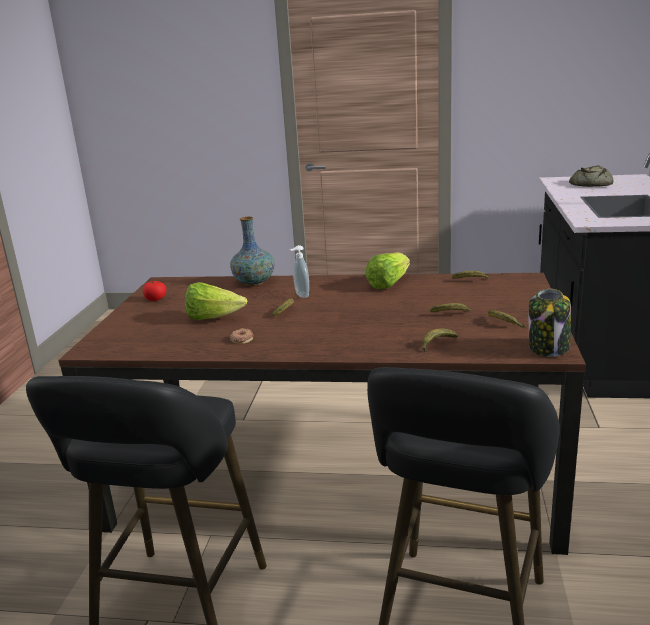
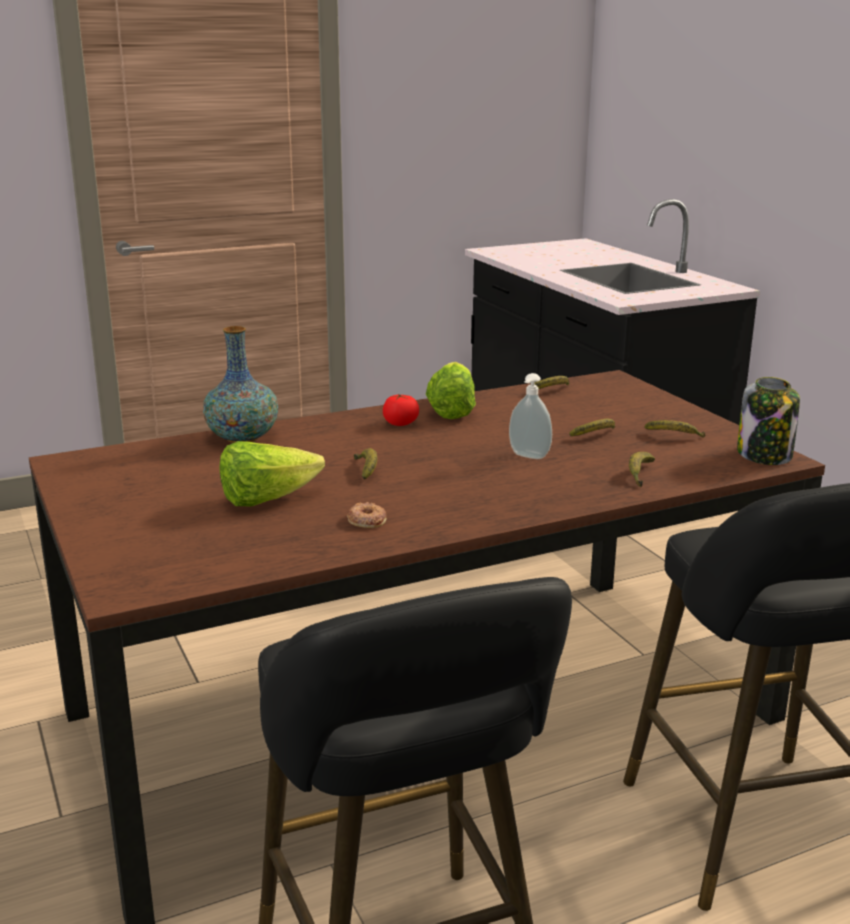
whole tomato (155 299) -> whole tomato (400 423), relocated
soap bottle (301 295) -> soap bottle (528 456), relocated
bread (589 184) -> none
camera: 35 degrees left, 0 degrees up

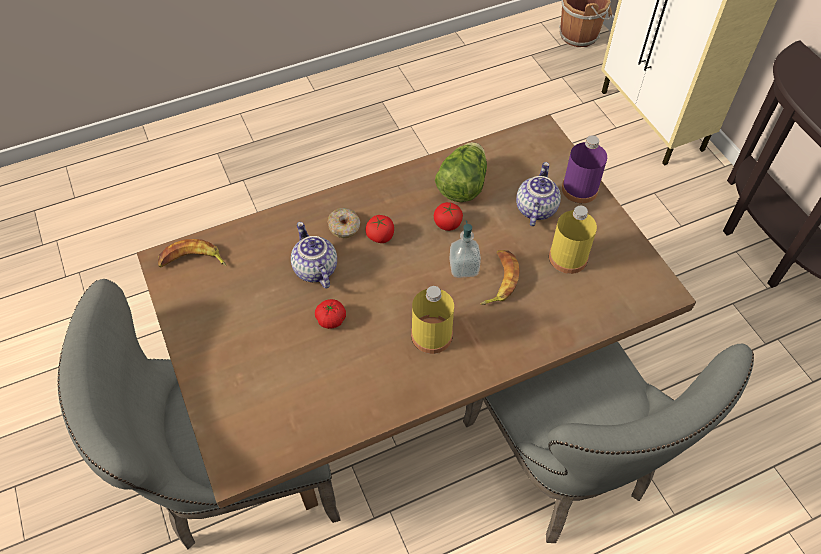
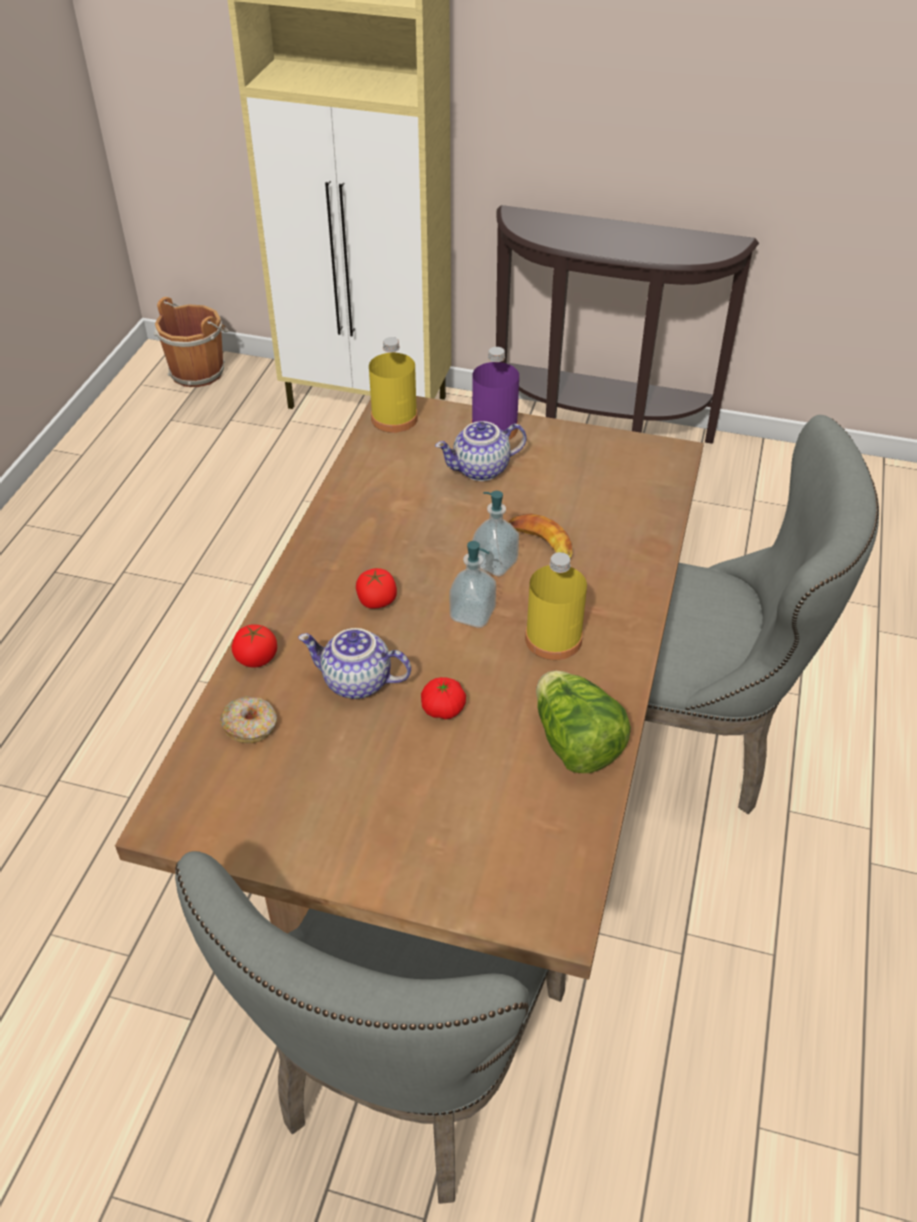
doughnut (344 227) -> doughnut (251 726), relocated
whole tomato (447 224) -> whole tomato (256 658), relocated
drink bottle in yellow (568 257) -> drink bottle in yellow (394 418), relocated
tea pot (535 208) -> tea pot (481 470), 75 degrees counterclockwise
none -> soap bottle (472 614)
lettuce (462 185) -> lettuce (575 743), relocated
whole banana (192 261) -> none
camera: 50 degrees left, 10 degrees down

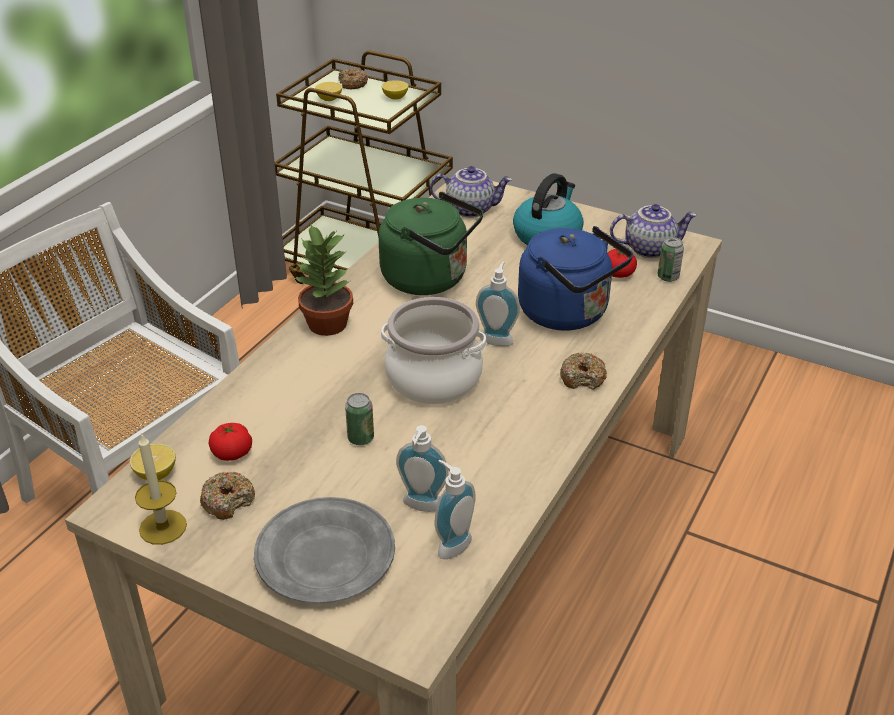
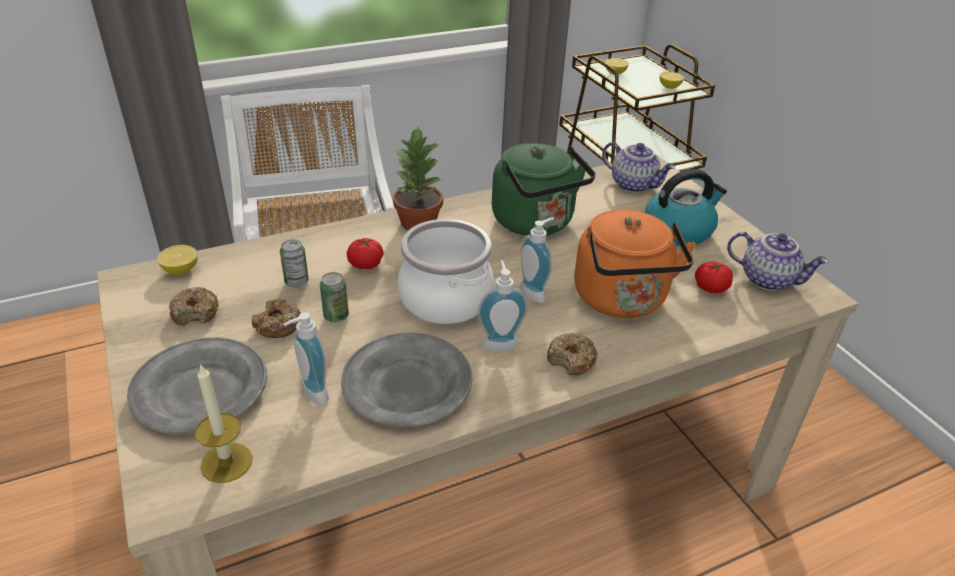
candle (163 527) -> candle (226 462), relocated
doughnut (353 84) -> doughnut (278 325), relocated
sealed can (668 277) -> sealed can (296 282), relocated
none -> dinner plate in gray (408 385)
whole tomato (232 453) -> whole tomato (365 264), relocated
soap bottle (451 544) -> soap bottle (499 342), relocated
tea kettle in blue (568 314) -> tea kettle in orangey (622 301)
camera: 35 degrees right, 0 degrees up

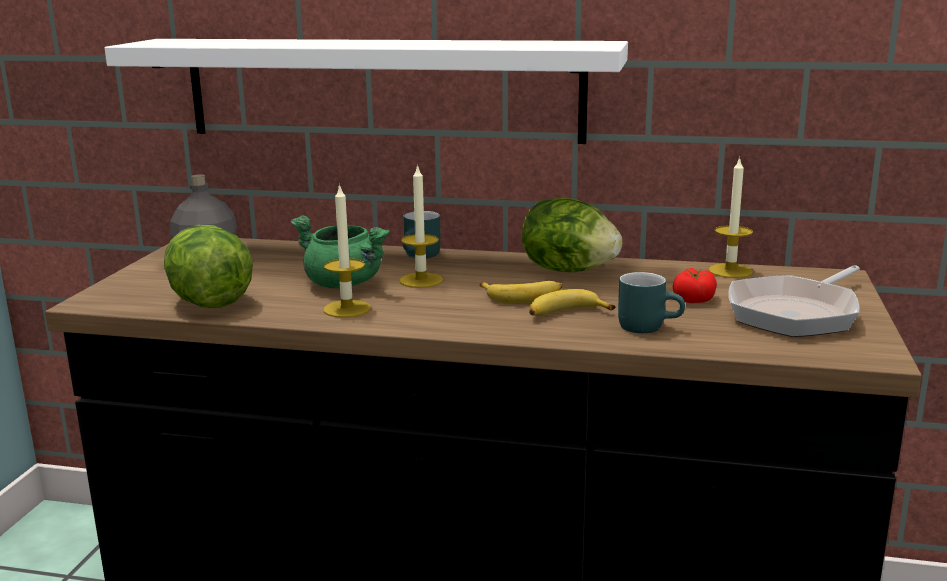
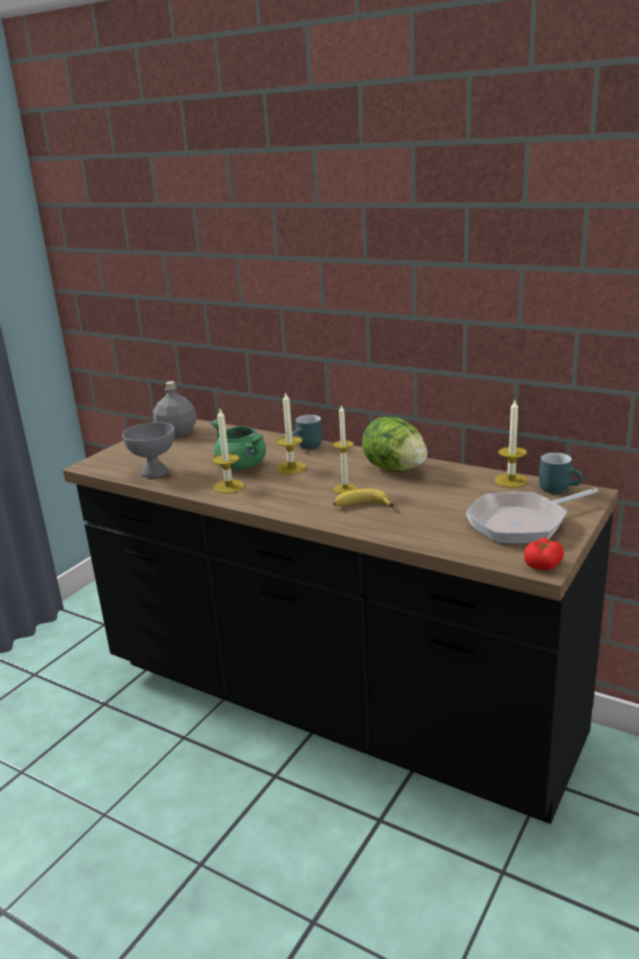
lettuce (209 302) -> deep dish in gray (153 473)
whole banana (523 297) -> candle (345 489)
whole tomato (693 299) -> whole tomato (542 564), relocated
mug in blue-green (648 326) -> mug in blue-green (559 488), relocated
shelf in white-coloured (381 89) -> none
camera: 20 degrees right, 5 degrees up

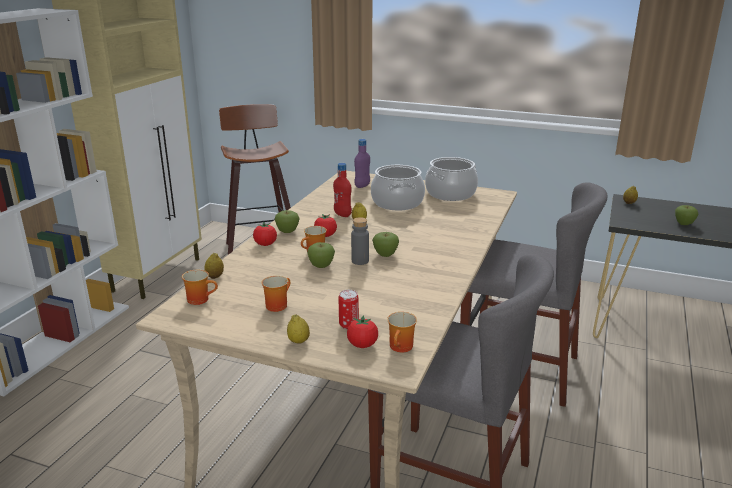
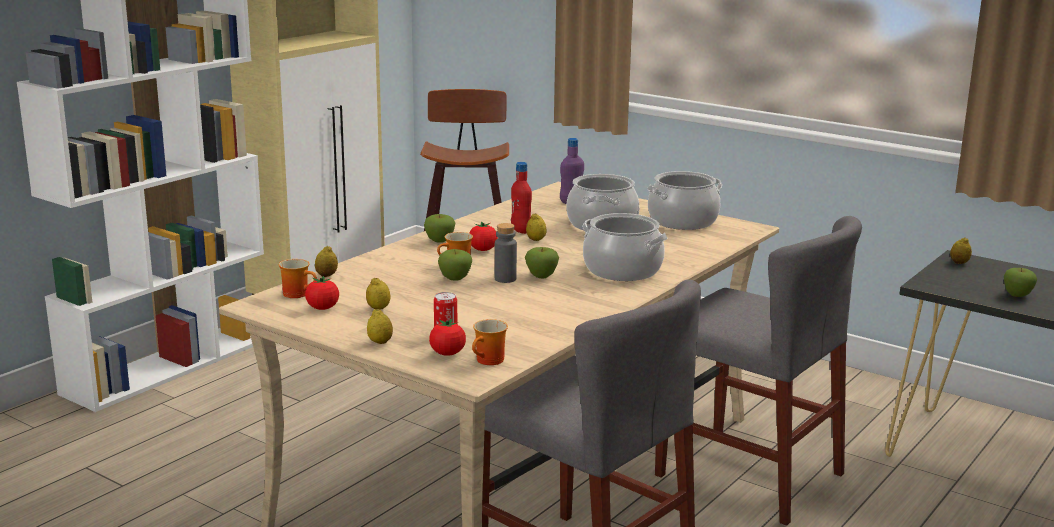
whole tomato (265 244) -> whole tomato (322 308), relocated
mug (276 305) -> lemon (378 308)
none -> stockpot (622 270)
camera: 15 degrees right, 5 degrees down

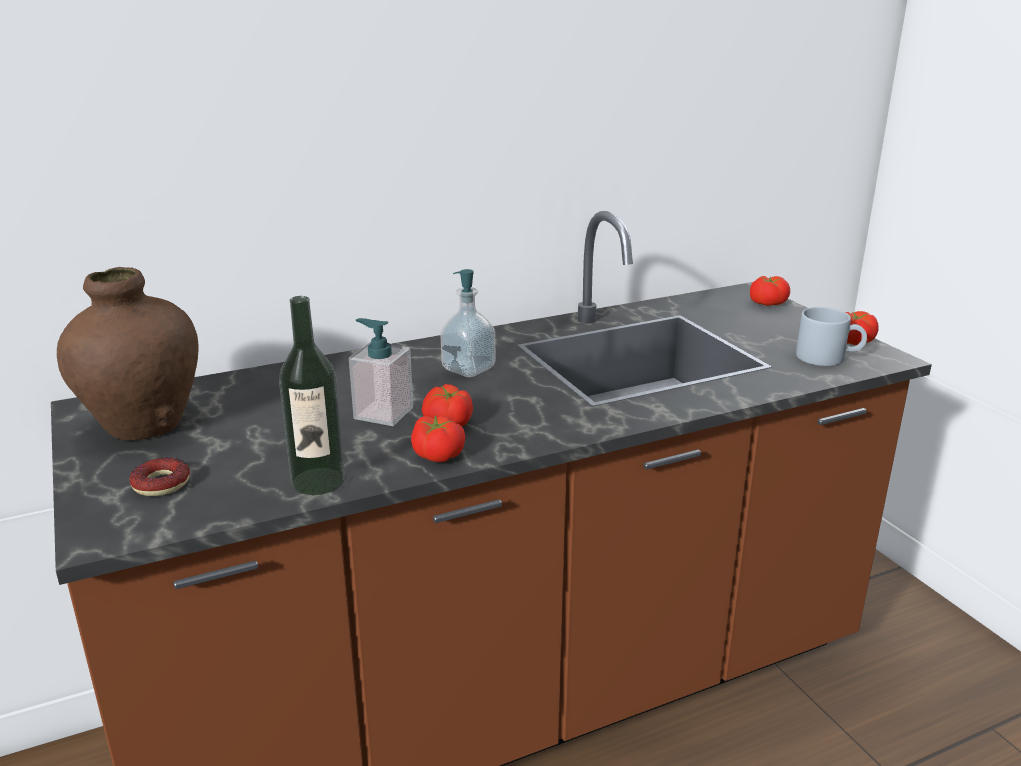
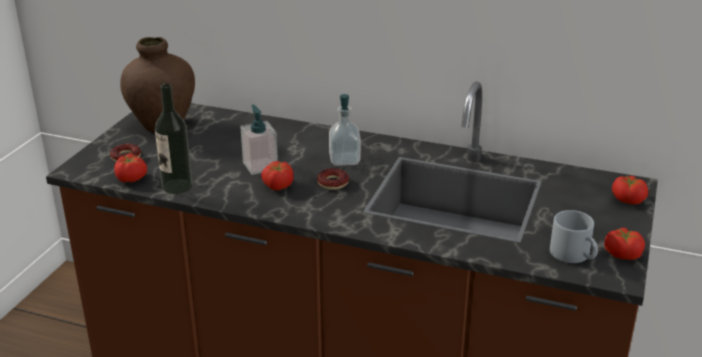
whole tomato (438 454) -> whole tomato (132 178), relocated
none -> doughnut (332 183)
camera: 45 degrees right, 5 degrees up

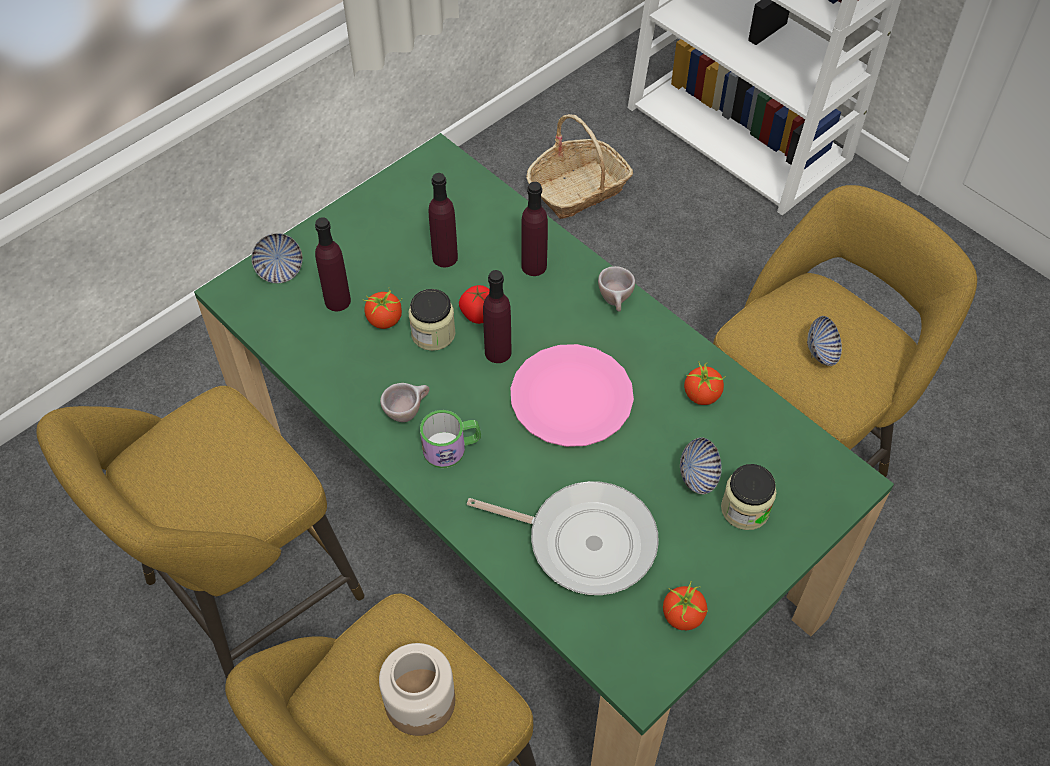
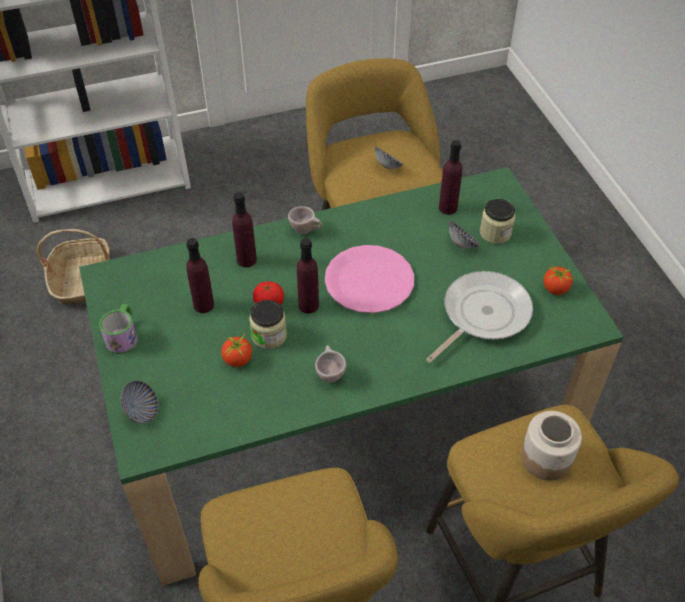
mug (452 448) -> mug (124 336), relocated
drink bottle in purplish (337 301) -> drink bottle in purplish (448 208), relocated
whole tomato (702 395) -> none
camera: 65 degrees left, 5 degrees down

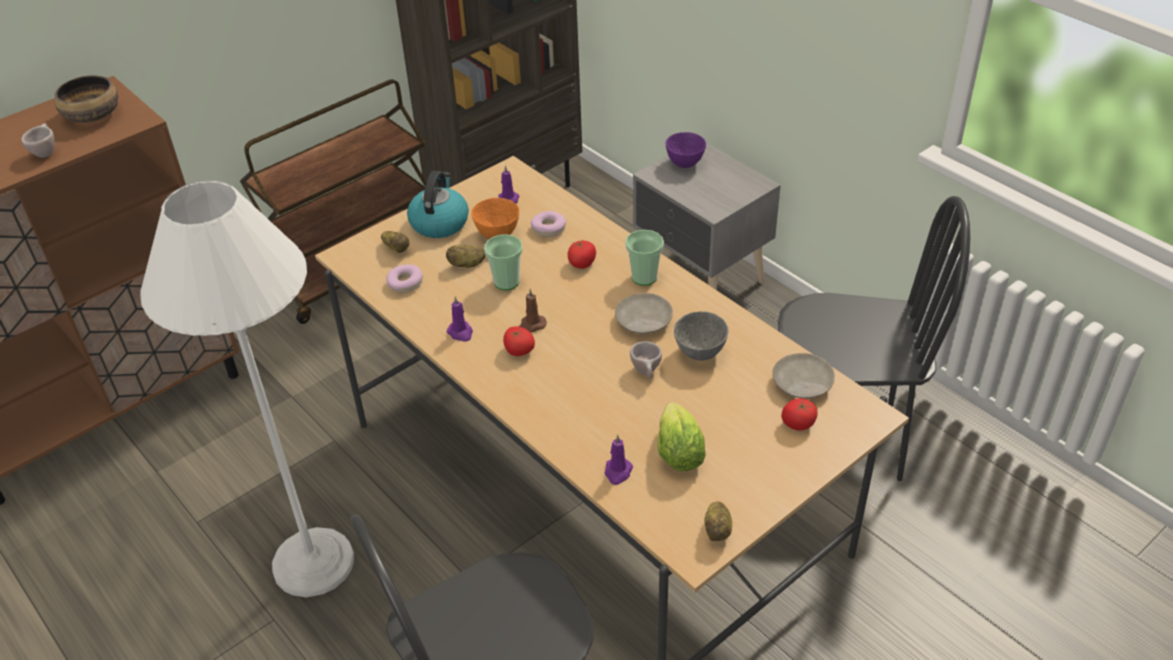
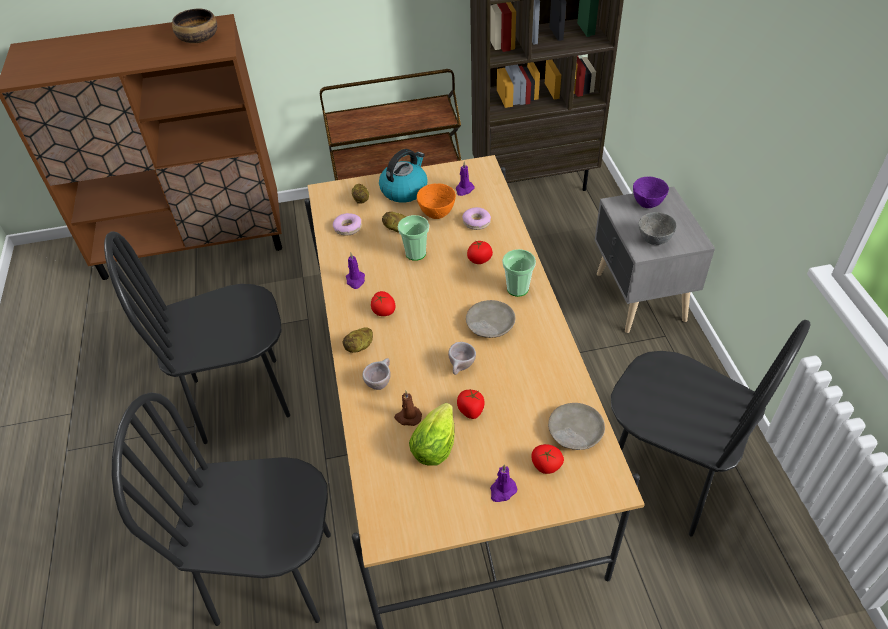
standing lamp in white-coloured (313 563) -> upright chair in black-coloured (241 398)
potato (718 530) -> potato (360 346), relocated
cup in sand-coloured (46 152) -> cup in sand-coloured (380 382), relocated
candle in brown-coloured (531 325) -> candle in brown-coloured (408 417), relocated
none -> whole tomato (471 410)
candle in purplish (618 472) -> candle in purplish (502 491), relocated
deep dish in gray (701 353) -> deep dish in gray (654 241), relocated
camera: 30 degrees right, 5 degrees up

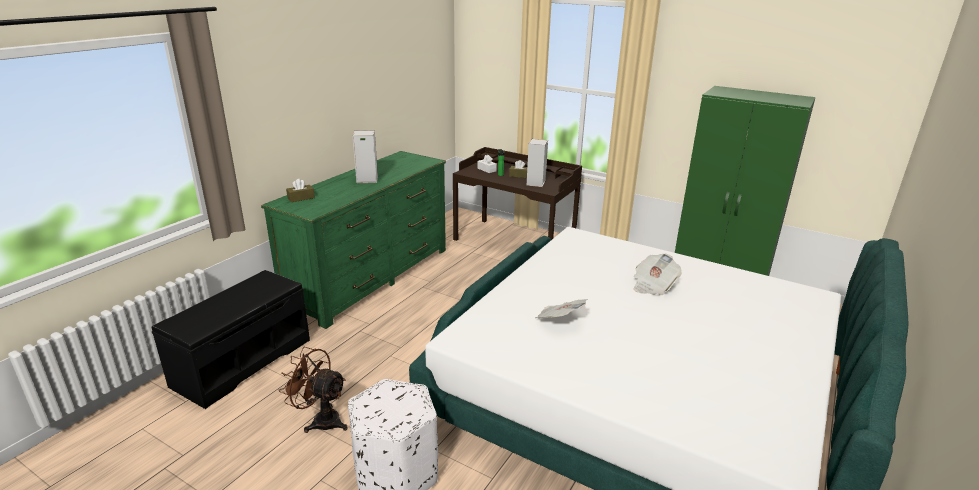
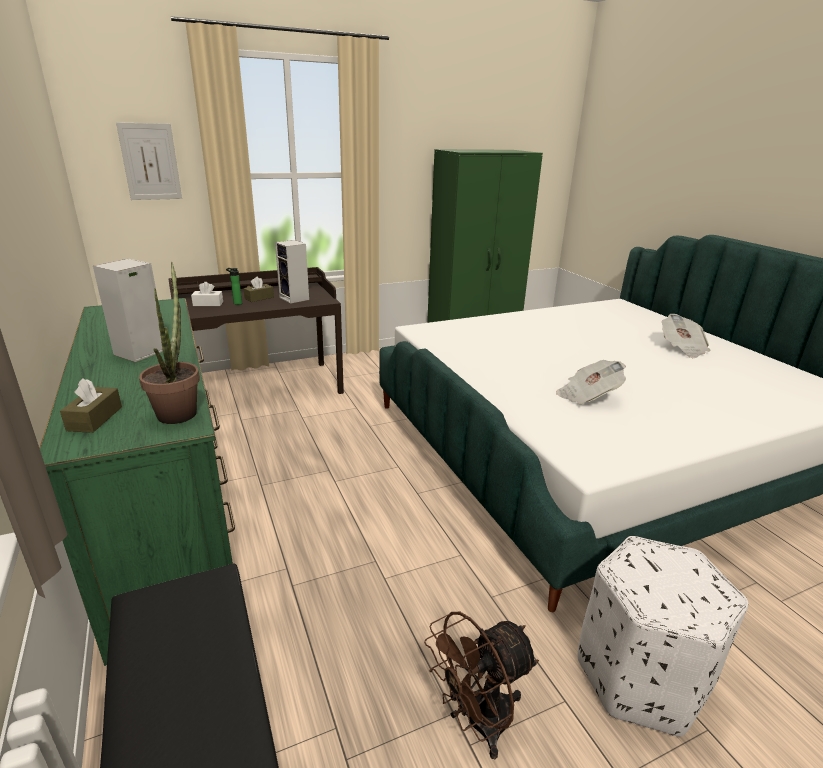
none -> wall picture (150 162)
none -> plant in a pot (179 410)
newspaper (653 285) -> newspaper (682 348), relocated
camera: 55 degrees left, 0 degrees up

